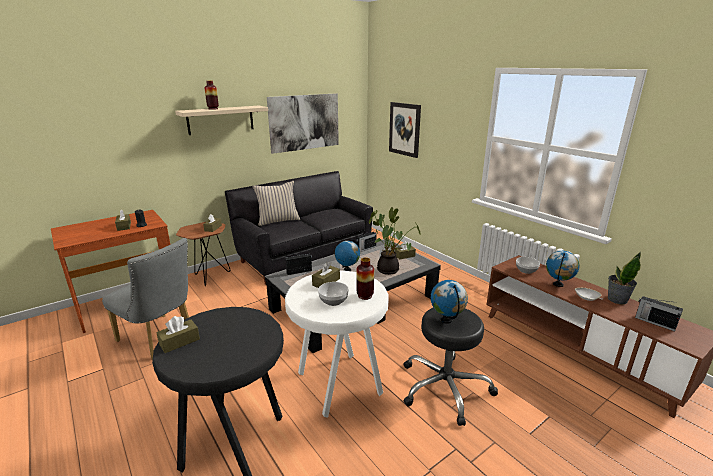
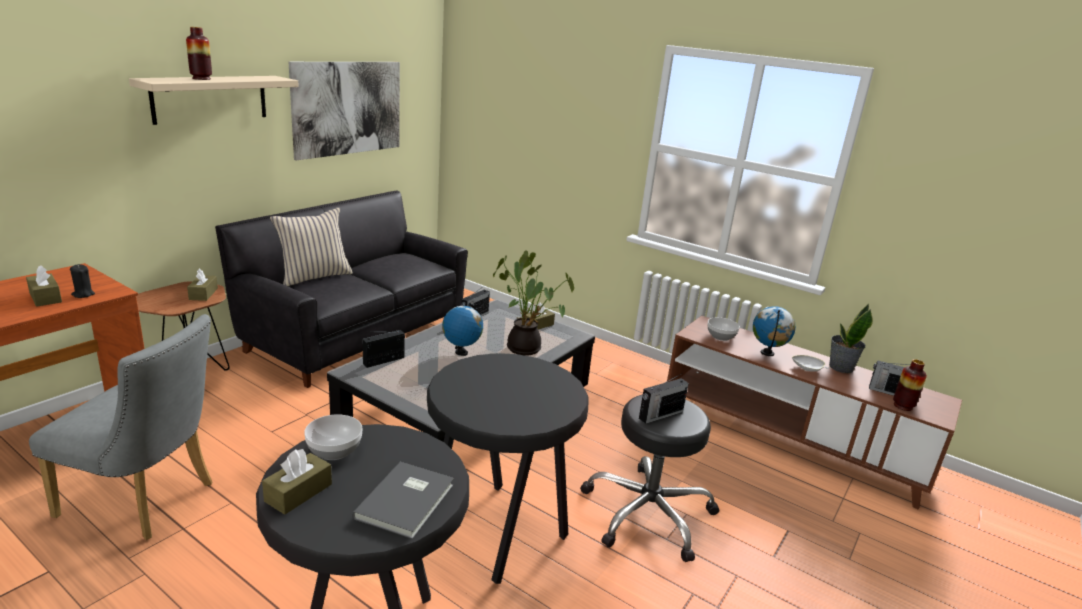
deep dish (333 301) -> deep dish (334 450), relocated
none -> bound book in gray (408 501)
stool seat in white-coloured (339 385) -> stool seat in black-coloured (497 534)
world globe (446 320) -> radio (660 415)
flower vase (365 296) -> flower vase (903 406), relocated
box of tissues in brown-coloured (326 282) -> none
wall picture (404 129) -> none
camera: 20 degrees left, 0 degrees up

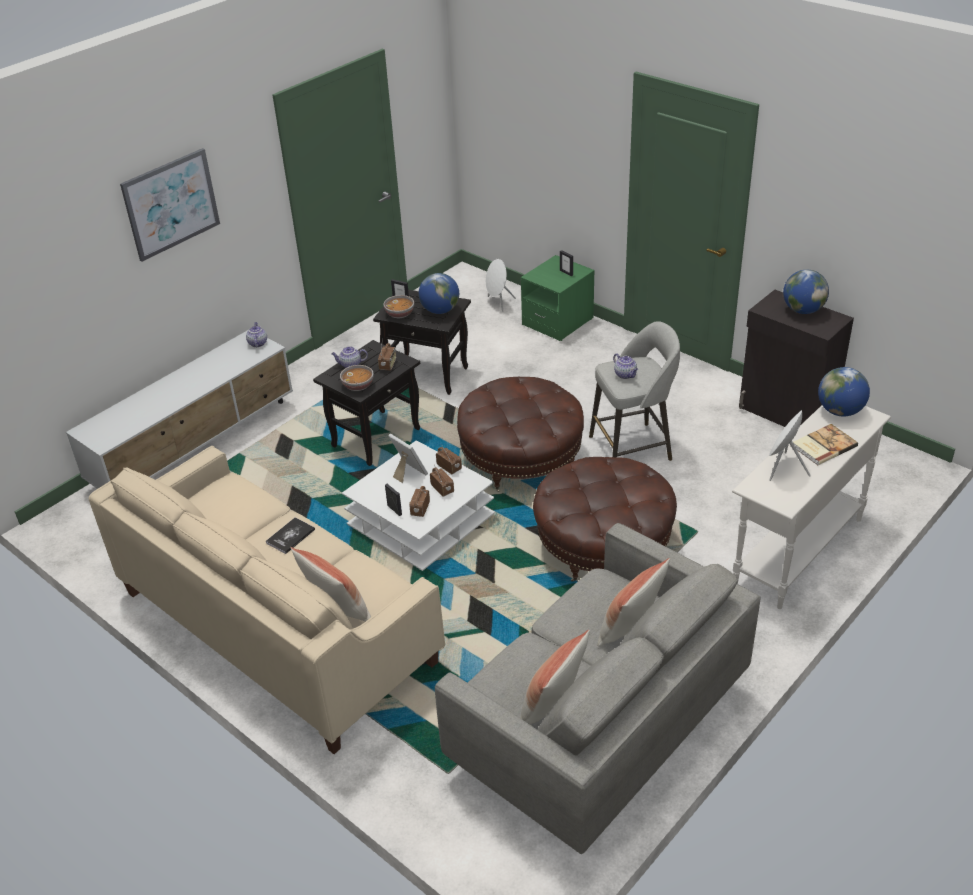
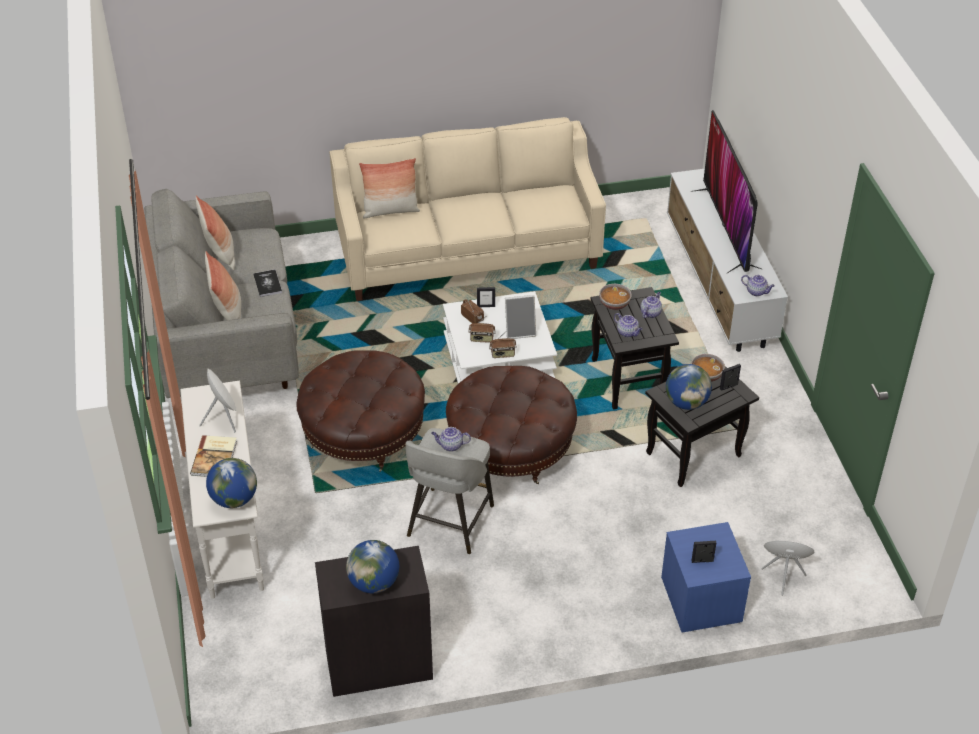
bound book (290 536) -> bound book (267 284), relocated
radio (388 365) -> tea pot (628 332)
nightstand in green-coloured (557 322) -> nightstand in blue (701 600)
none -> TV set (726 229)
wall picture (171 204) -> none
camera: 125 degrees right, 5 degrees up

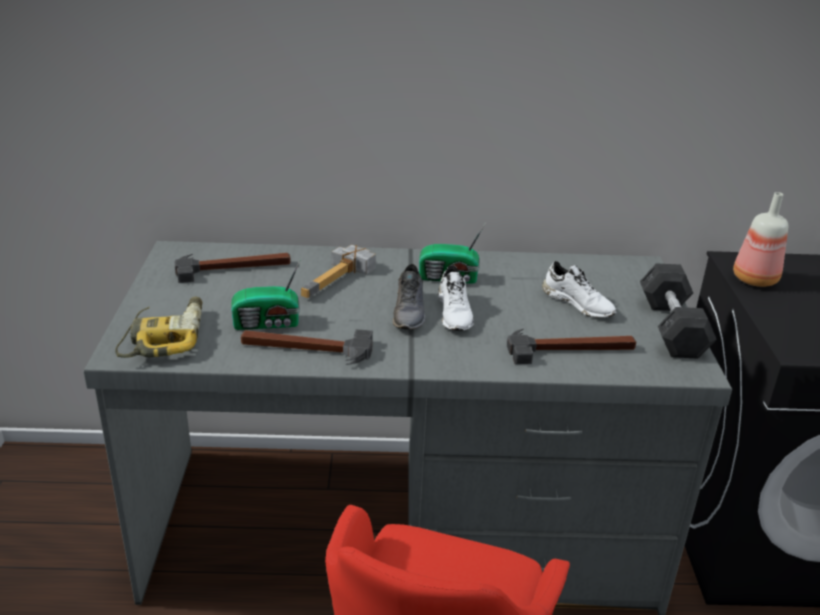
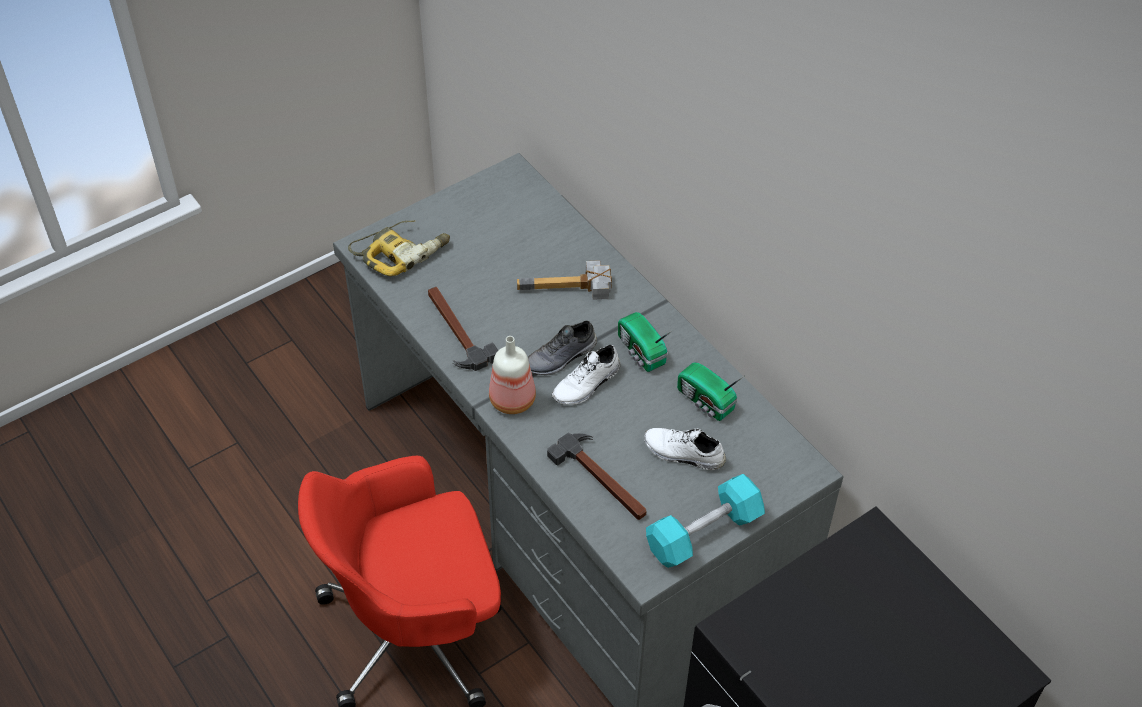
drink bottle (753 279) -> drink bottle (512 398), relocated
shoe in white-coloured (578 304) -> shoe in white-coloured (683 454), 105 degrees clockwise
dumbbell in gray (671 328) -> dumbbell in blue-green (703 532)
radio (268 323) -> radio (706 402), relocated
hammer (233 268) -> none
camera: 55 degrees right, 20 degrees up

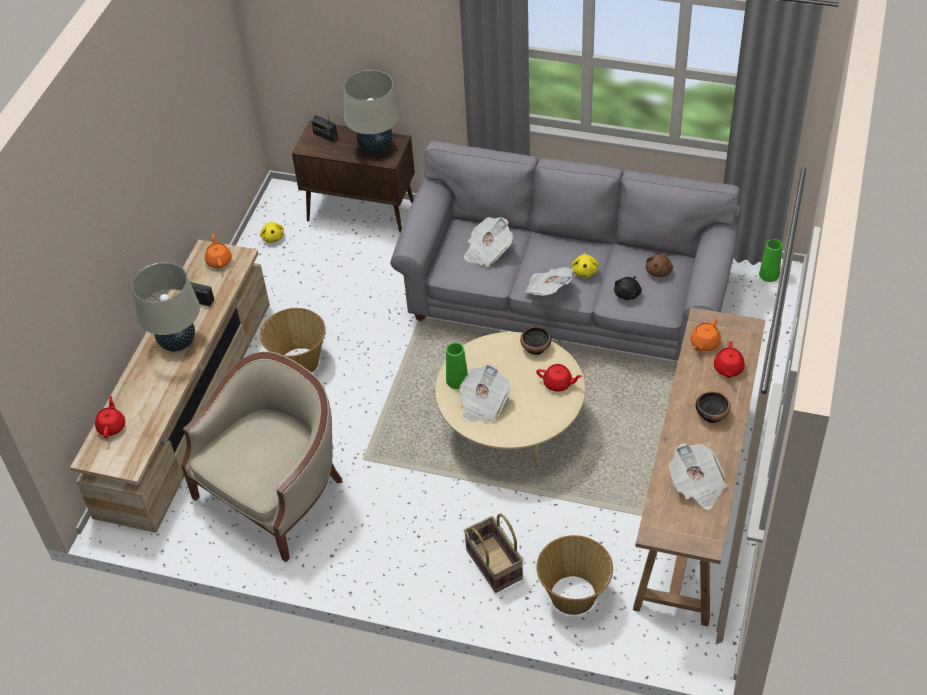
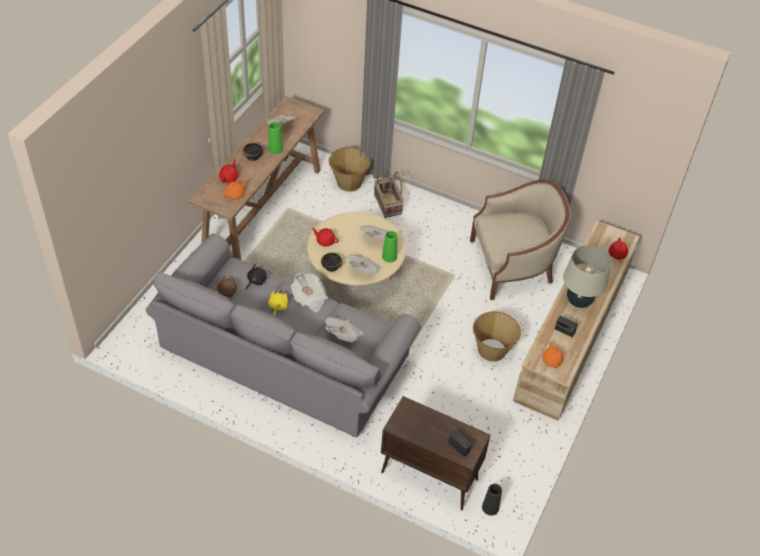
flower vase in green-coloured (769 274) -> flower vase in green-coloured (275 149), relocated
none -> newspaper (364 270)
lounge chair in sand-coloured (275 494) -> lounge chair in sand-coloured (512 266), 150 degrees counterclockwise
none -> flower vase in black-coloured (490 507)
cuddly toy in yellow (273 237) -> none
tabletop lamp in sand-coloured (376 148) -> none
camera: 175 degrees left, 0 degrees up

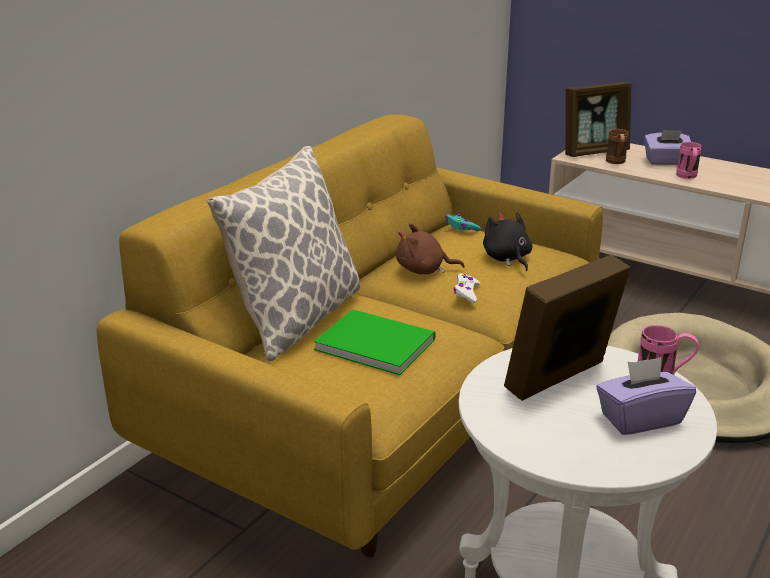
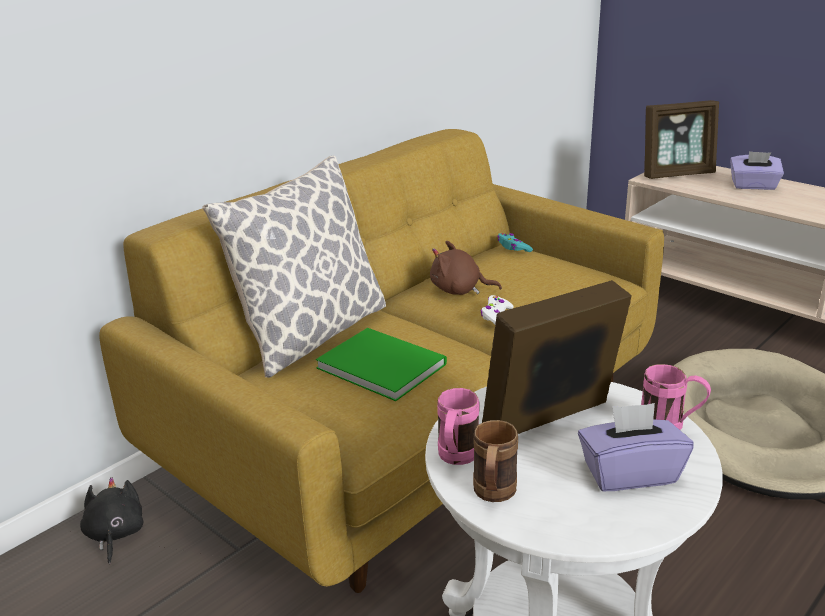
cuddly toy in black-coloured (507 259) -> cuddly toy in black-coloured (115 534), relocated
mug in pink-coloured (687 177) -> mug in pink-coloured (455 459), relocated
mug in brown-coloured (616 162) -> mug in brown-coloured (493 496), relocated
camera: 10 degrees right, 0 degrees up

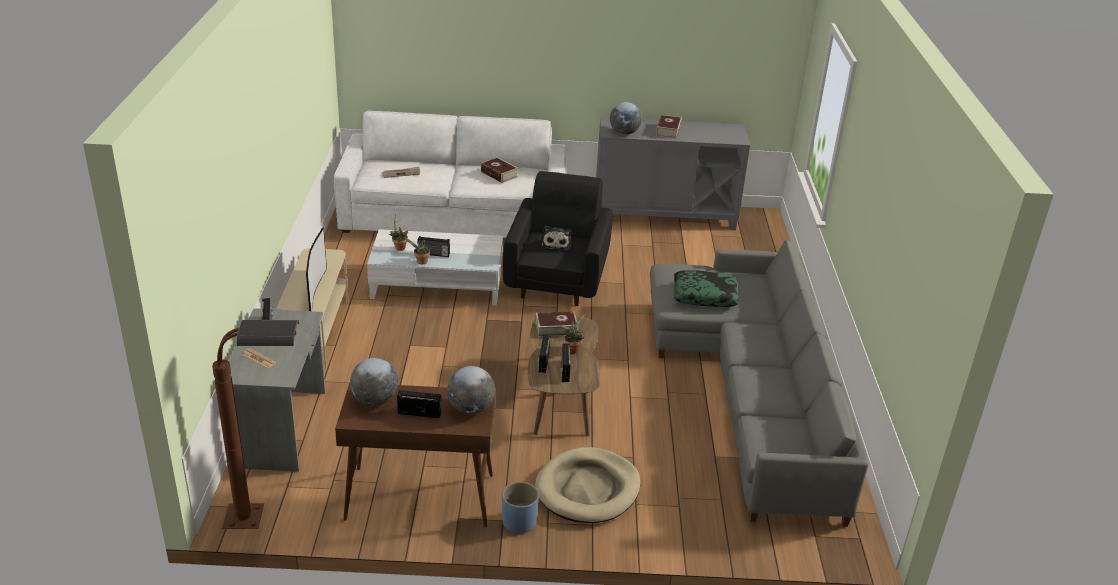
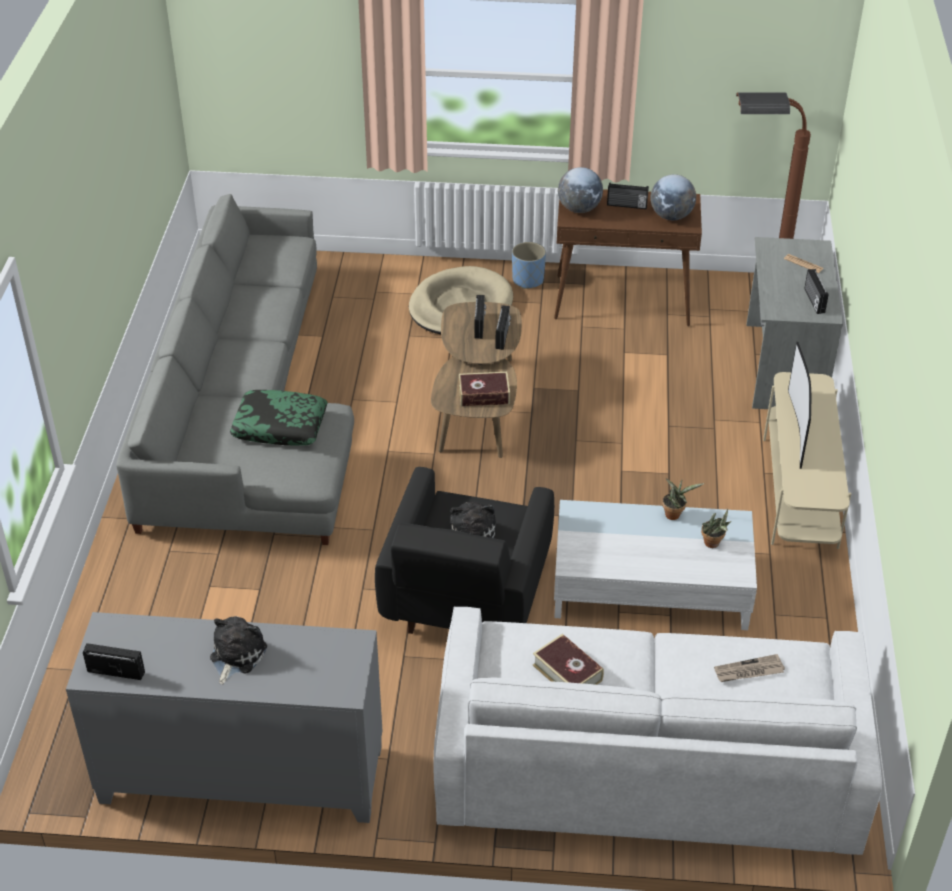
radio (433 254) -> radio (116 671), relocated
bound book (668 131) -> cuddly toy (236 655)
plant in a pot (572 349) -> none
world globe (624 133) -> none
camera: 175 degrees left, 10 degrees up

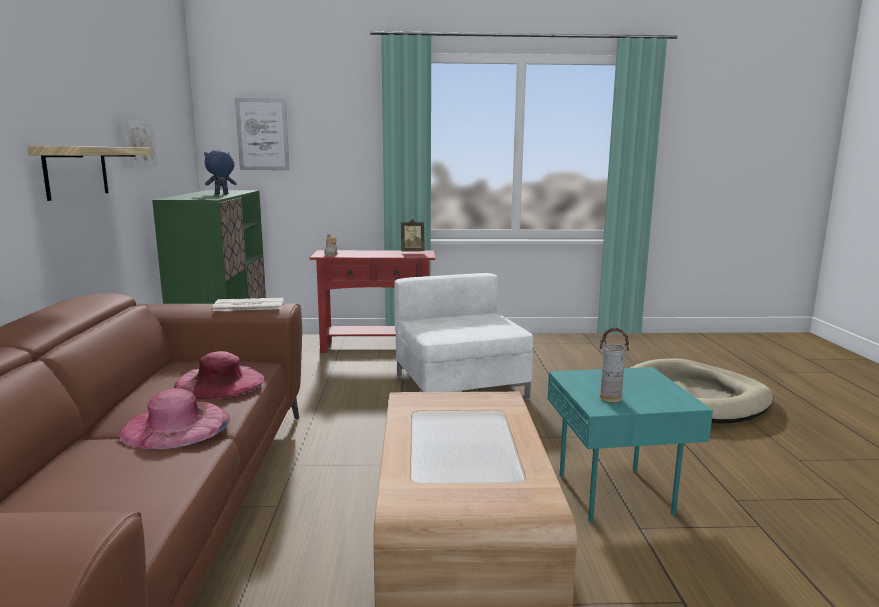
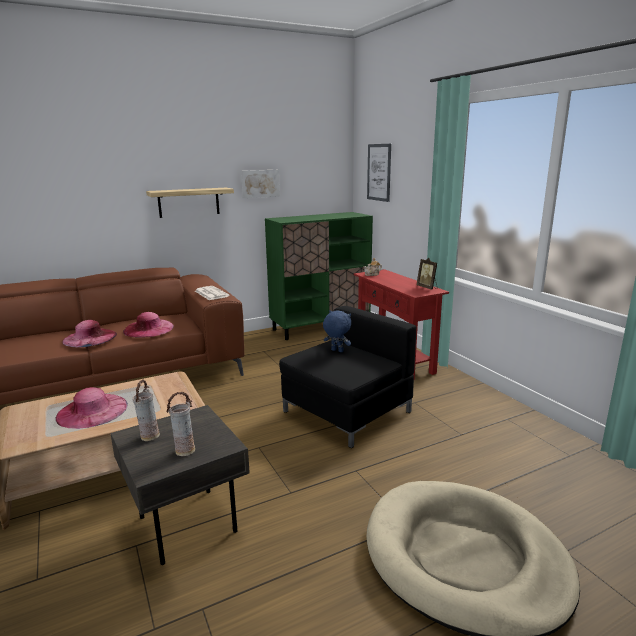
none -> wearable hat in pink-coloured (92 411)
side table in blue-green (618 495) -> side table in gray (186 526)
none -> flower vase (184 450)
lounge chair in white-coloured (460 387) -> lounge chair in black-coloured (345 412)
cuddly toy in blue (221 194) -> cuddly toy in blue (336 351), relocated
camera: 65 degrees right, 5 degrees up

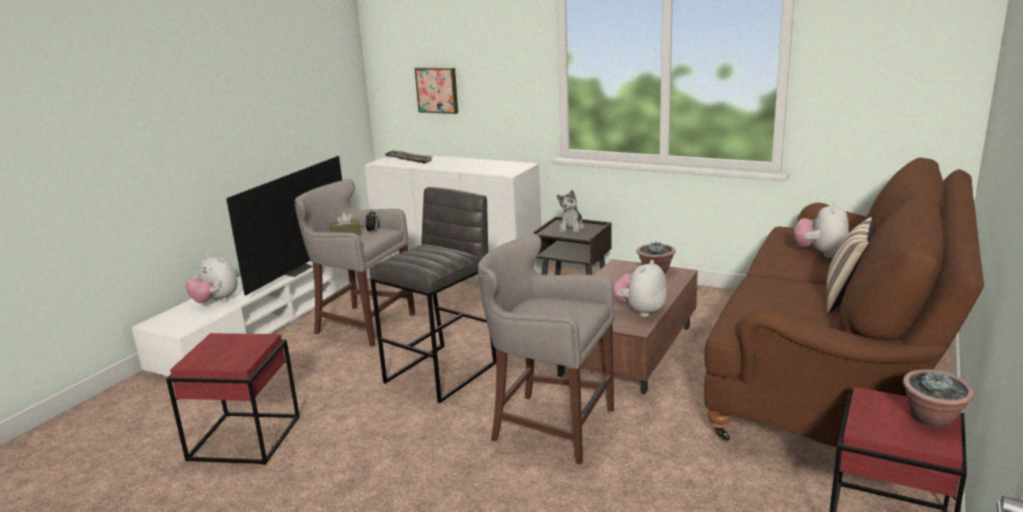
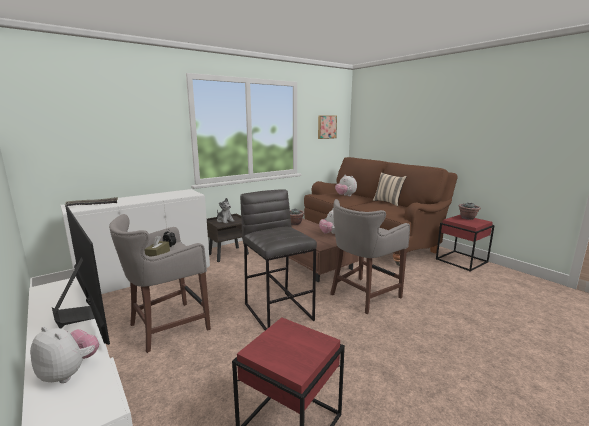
cuddly toy (216 301) -> cuddly toy (69 372), 120 degrees counterclockwise
wall picture (437 90) -> wall picture (326 127), relocated
camera: 65 degrees left, 5 degrees down

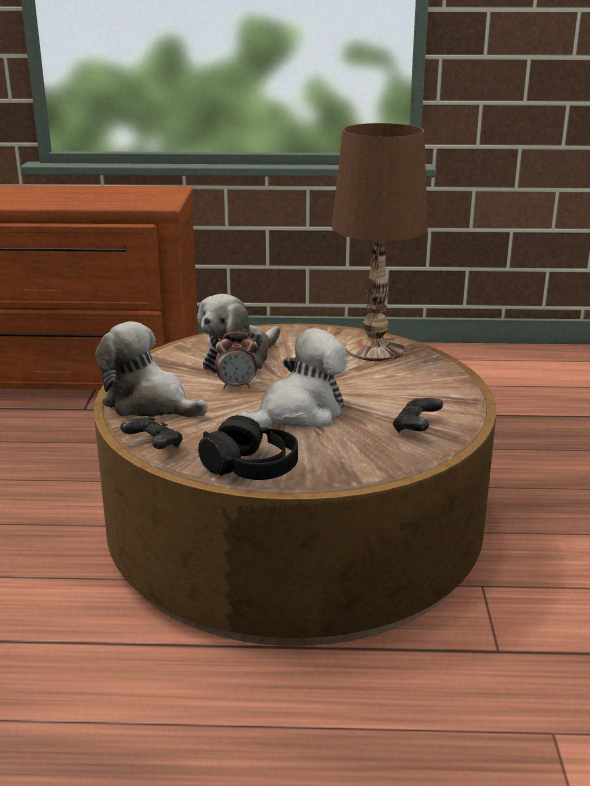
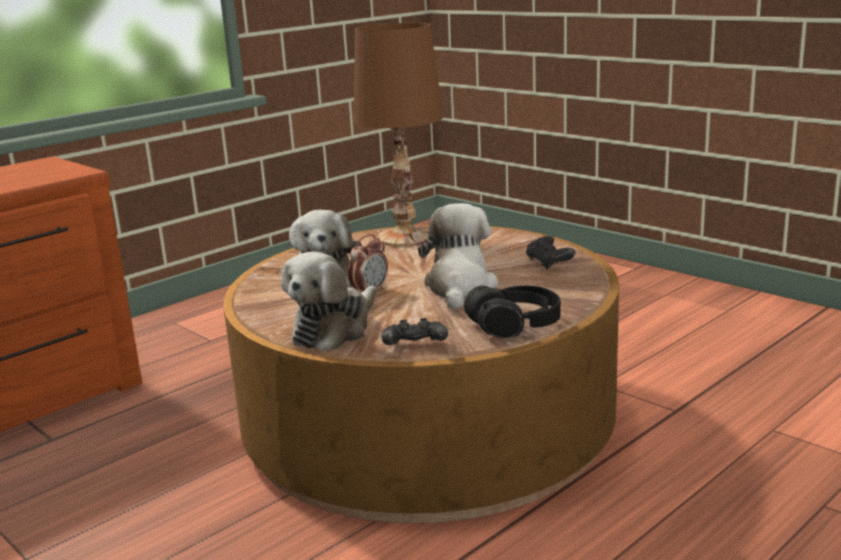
cuddly toy (149 404) -> cuddly toy (334 329), 45 degrees counterclockwise
camera: 45 degrees left, 5 degrees down

